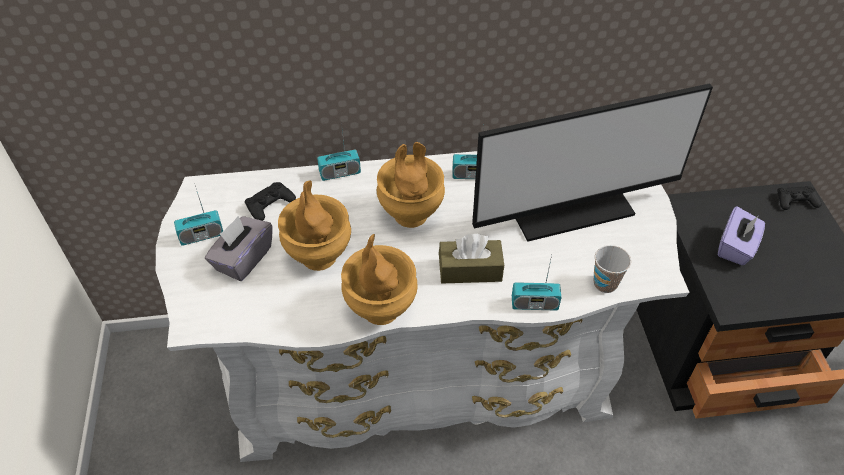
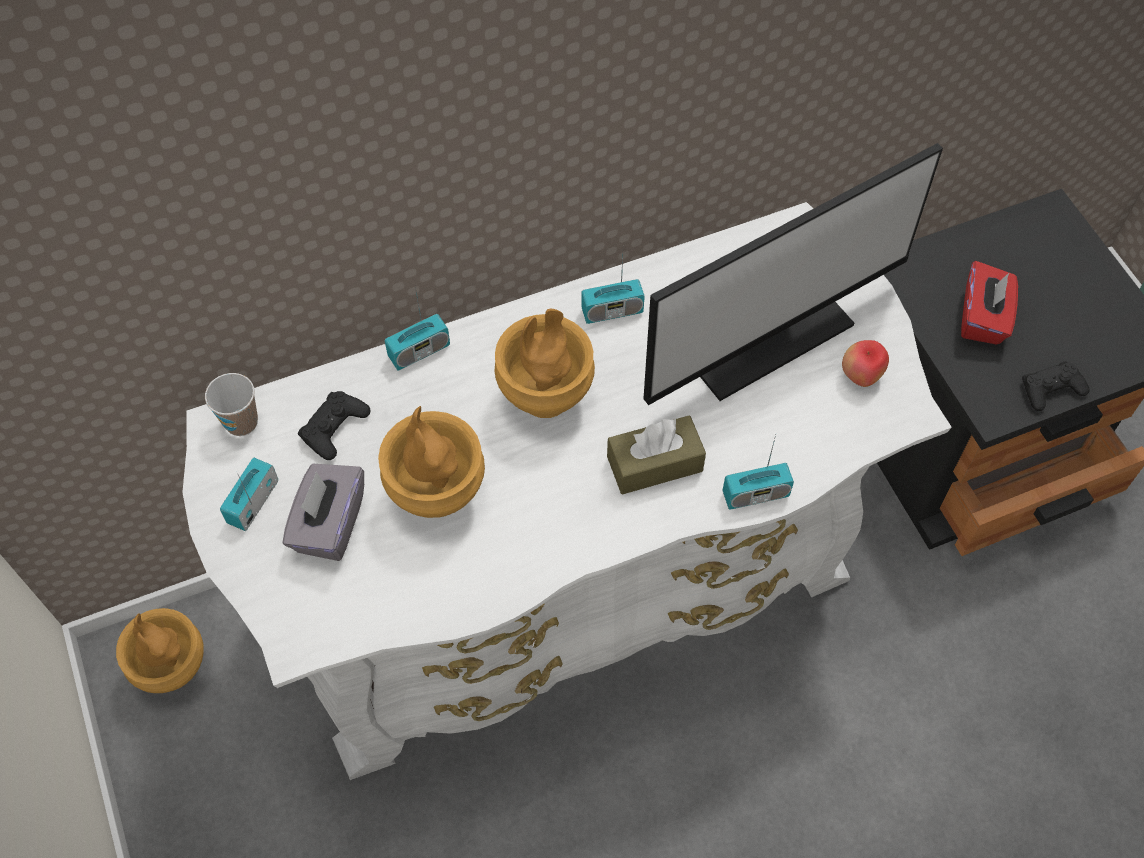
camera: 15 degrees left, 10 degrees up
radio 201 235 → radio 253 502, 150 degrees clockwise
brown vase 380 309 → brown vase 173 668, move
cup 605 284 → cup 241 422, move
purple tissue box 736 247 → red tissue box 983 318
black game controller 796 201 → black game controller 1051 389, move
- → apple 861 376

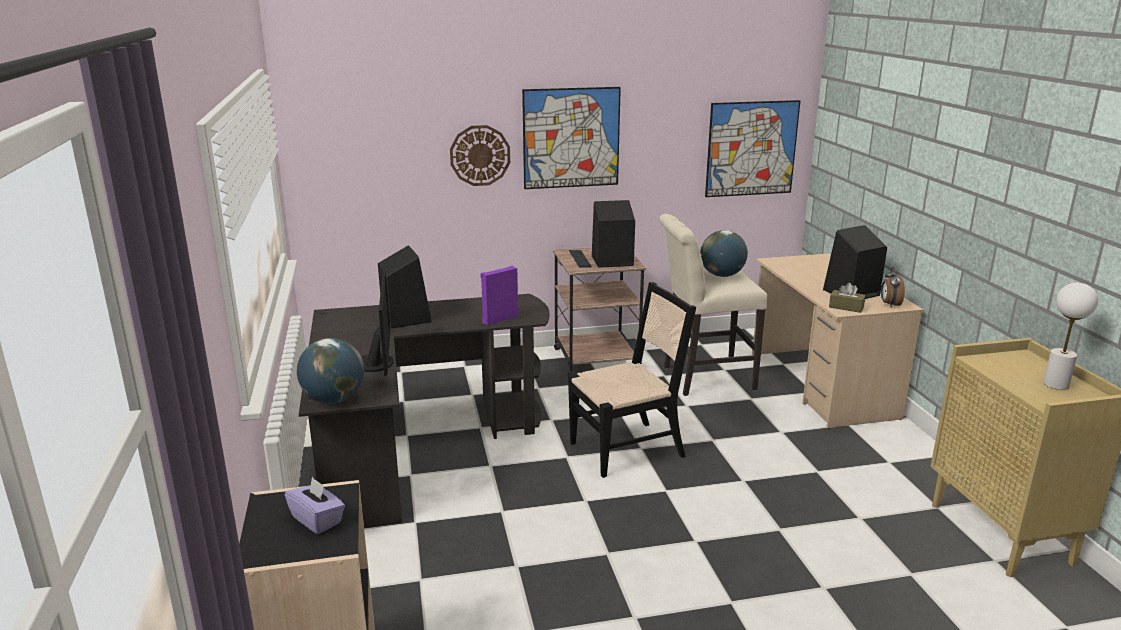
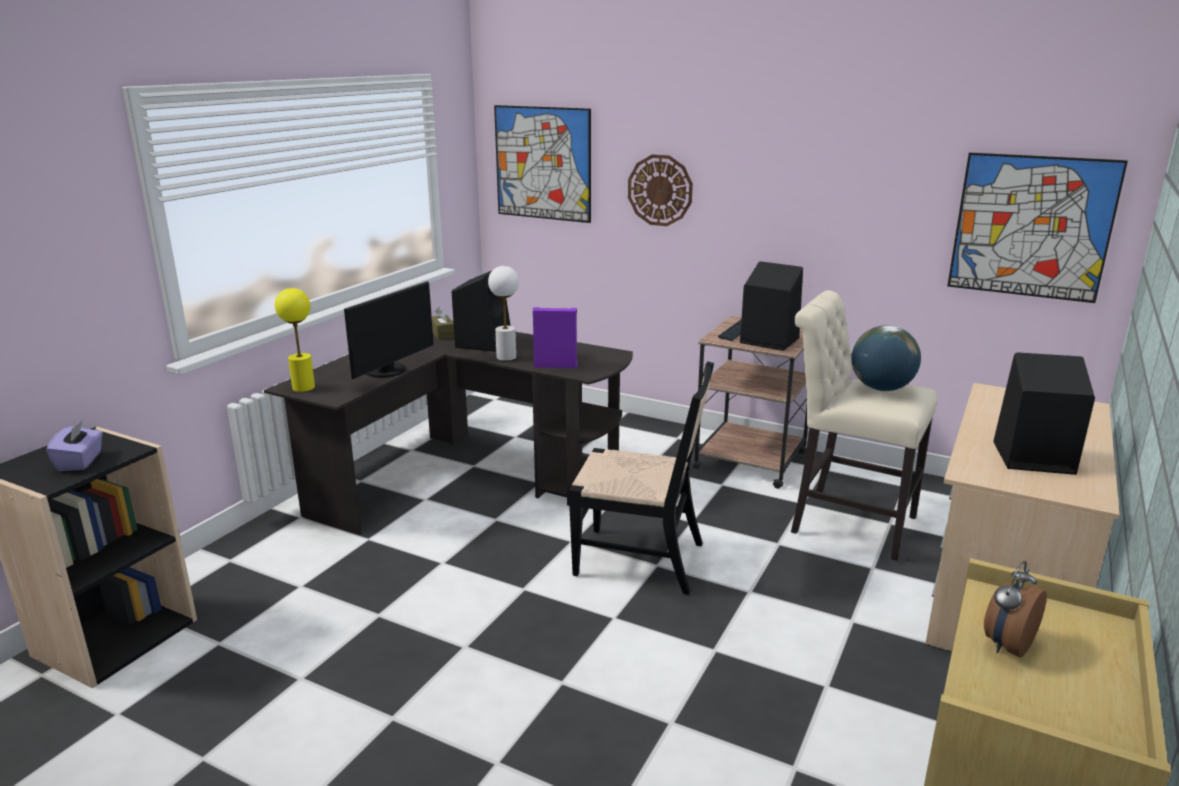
camera: 40 degrees right, 0 degrees up
globe 334 399 → yellow table lamp 303 388
picture 571 138 → picture 542 163, move
brown tissue box 846 307 → brown tissue box 443 333, move
alarm clock 889 304 → alarm clock 1006 645, move
white table lamp 1056 384 → white table lamp 506 357, move

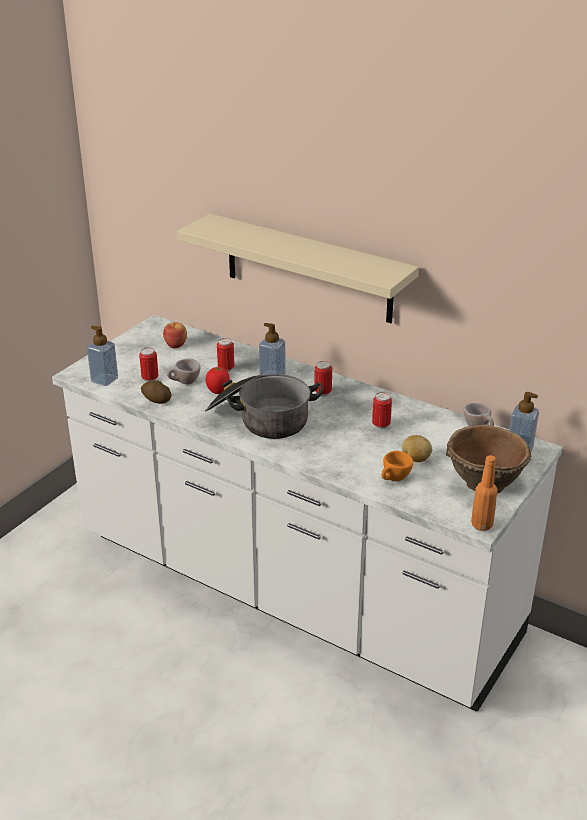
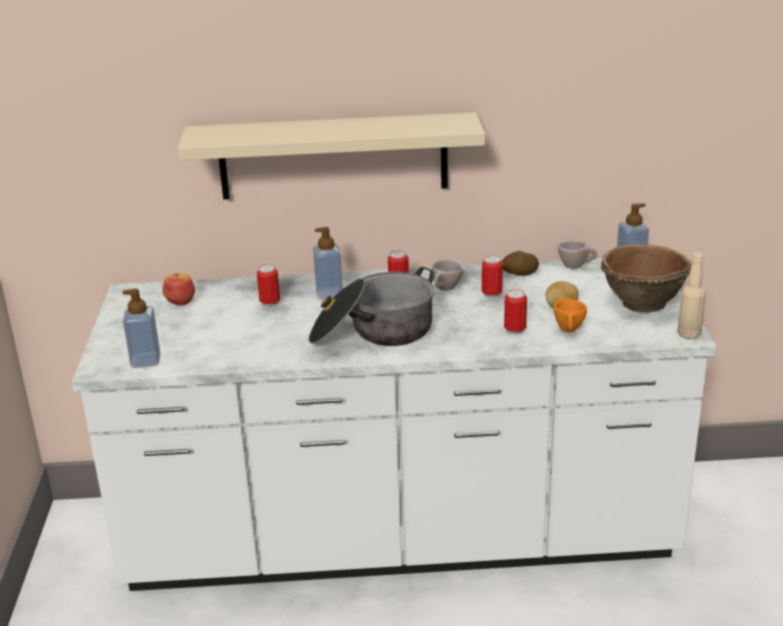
camera: 35 degrees left, 5 degrees down
can 150 378 → can 515 330, move
potato 156 400 → potato 519 274, move
beige cup 184 383 → beige cup 445 290, move
tomato 218 392 → -
orange bottle 481 525 → beige bottle 688 334

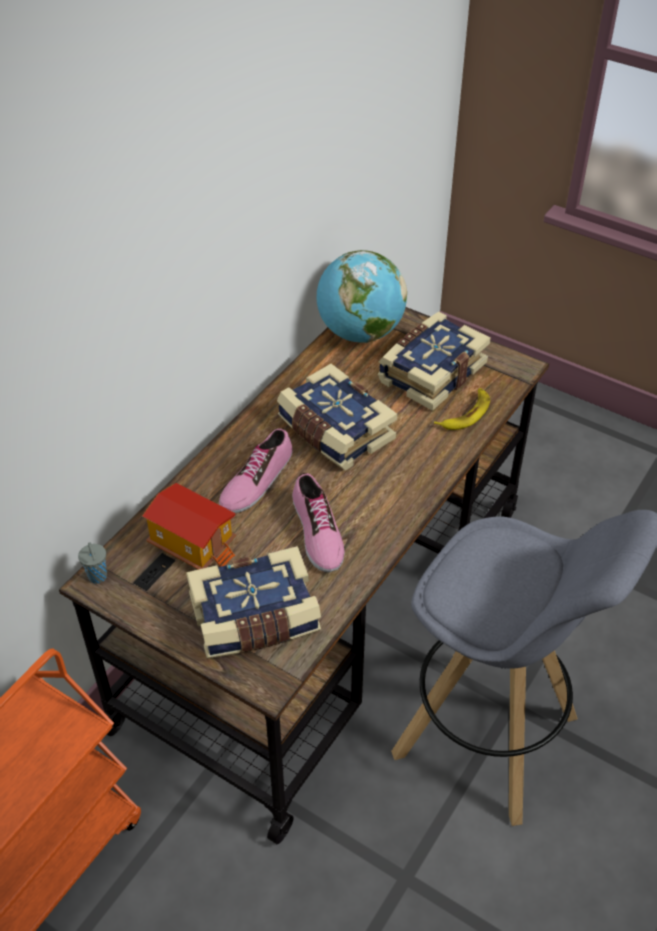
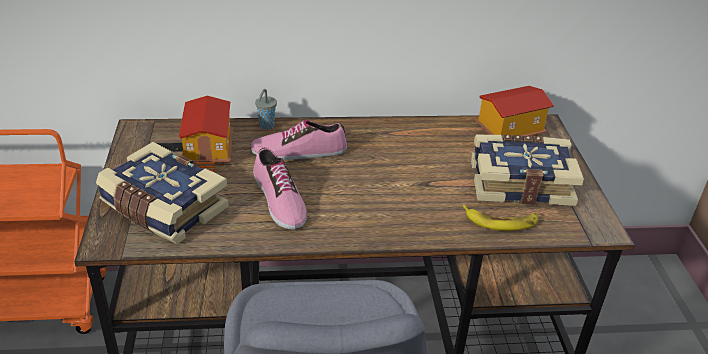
camera: 50 degrees right, 10 degrees down
grey cup 98 577 → grey cup 266 126, move
book 334 432 → -
shoe 316 532 → shoe 278 200, 60 degrees counterclockwise
globe 360 333 → toy house 509 131

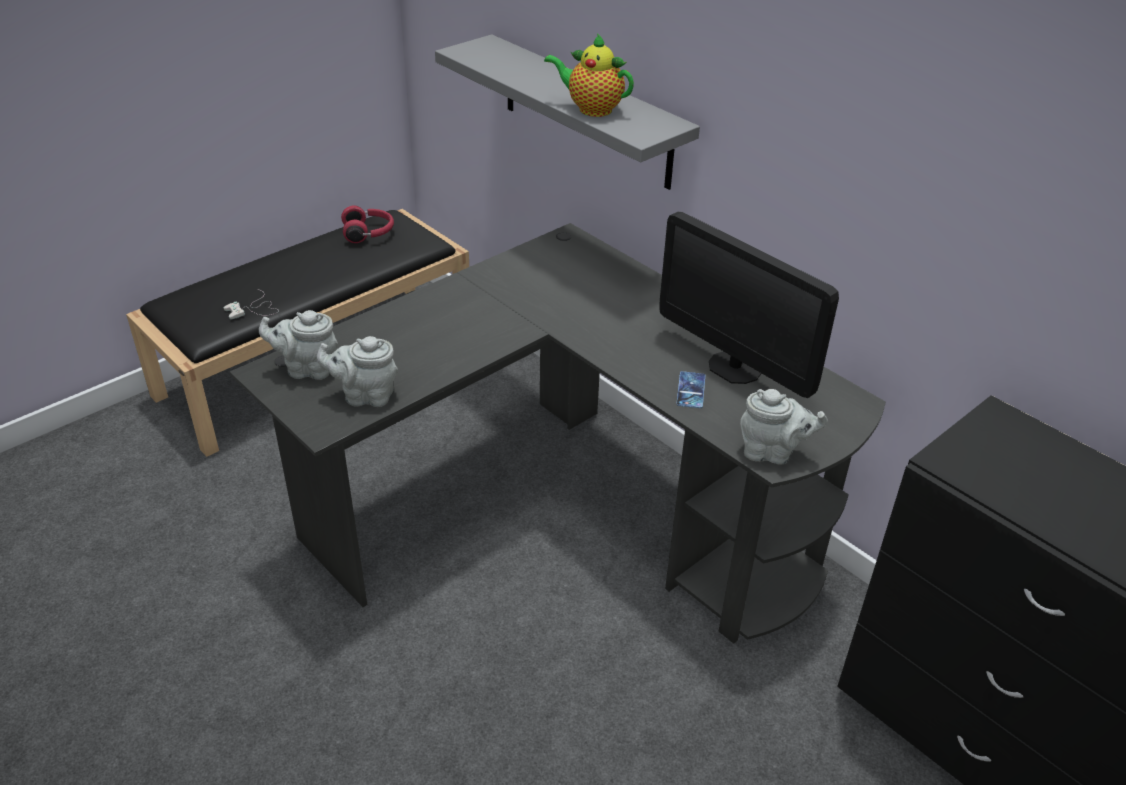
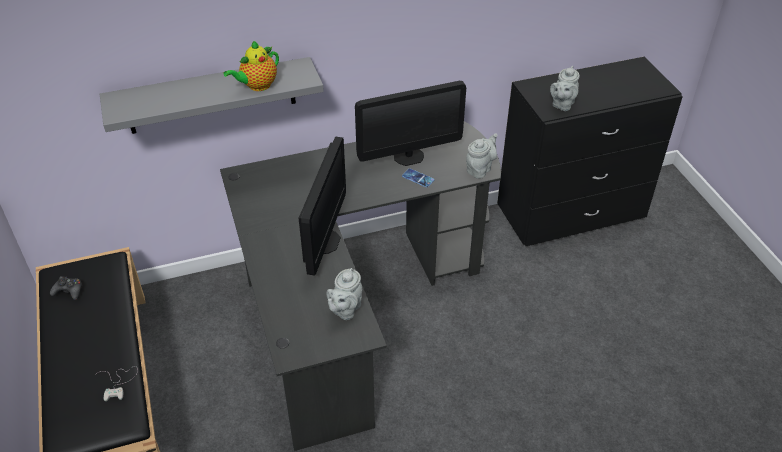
camera: 65 degrees left, 5 degrees up
grey teapot 307 369 → grey teapot 562 104, move
red headphones 369 233 → black game controller 69 291
- → monitor 324 241

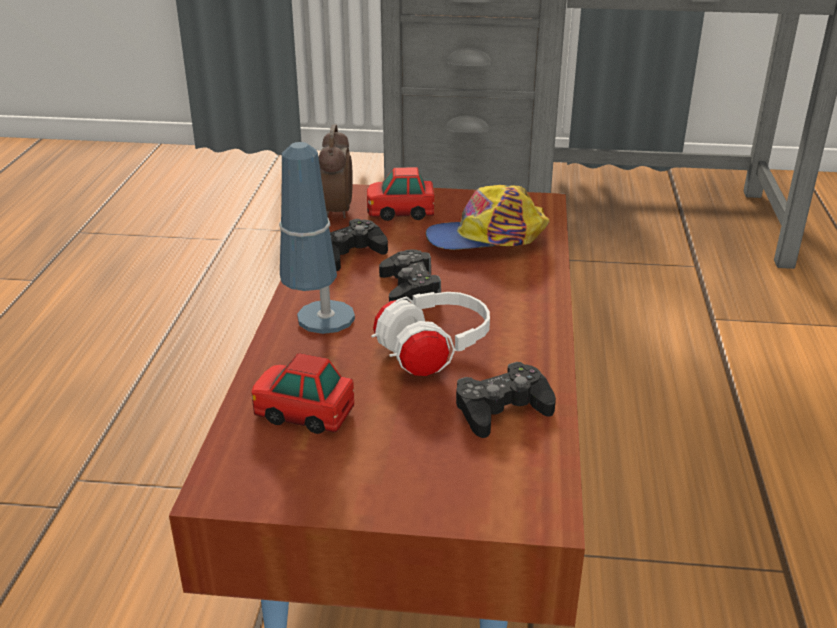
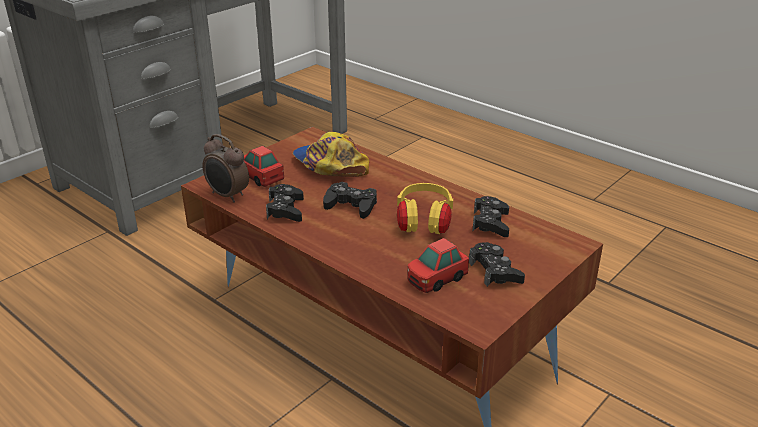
camera: 55 degrees left, 0 degrees up
table lamp 321 341 → -
toy car 400 212 → toy car 261 177, 105 degrees clockwise
white headphones 432 354 → yellow headphones 424 223
cap 487 239 → cap 329 165, 120 degrees clockwise
- → black game controller 495 271

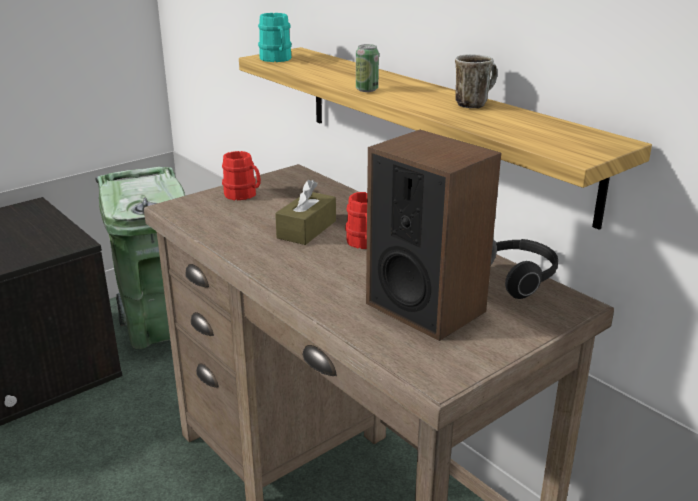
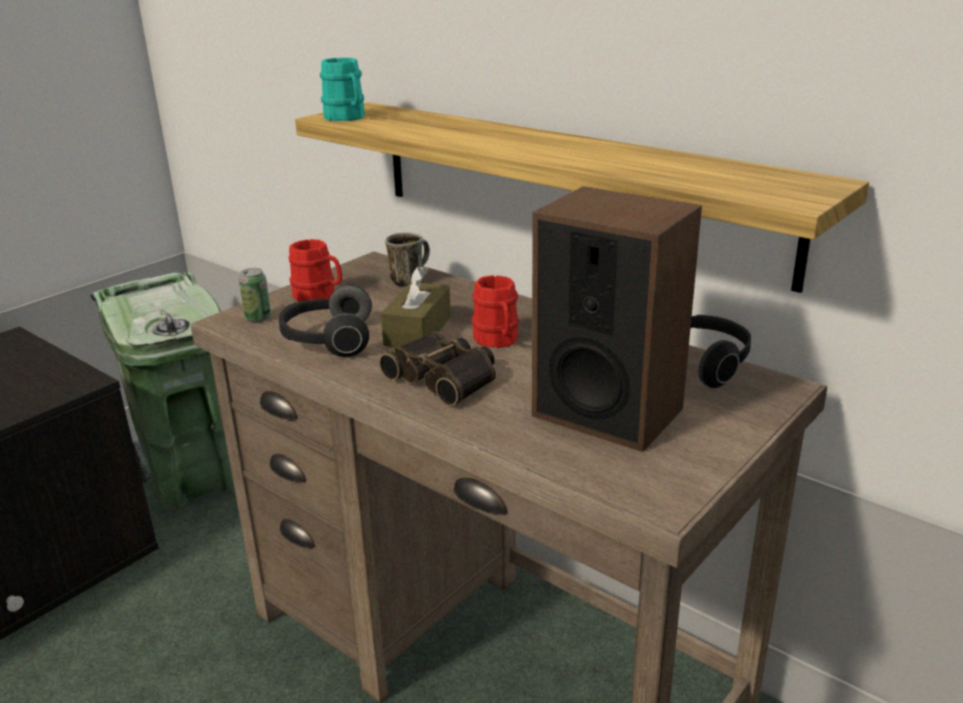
camera: 10 degrees left, 0 degrees up
can 367 89 → can 258 318, move
mug 474 103 → mug 410 280, move
- → headphones 327 340
- → binoculars 446 377

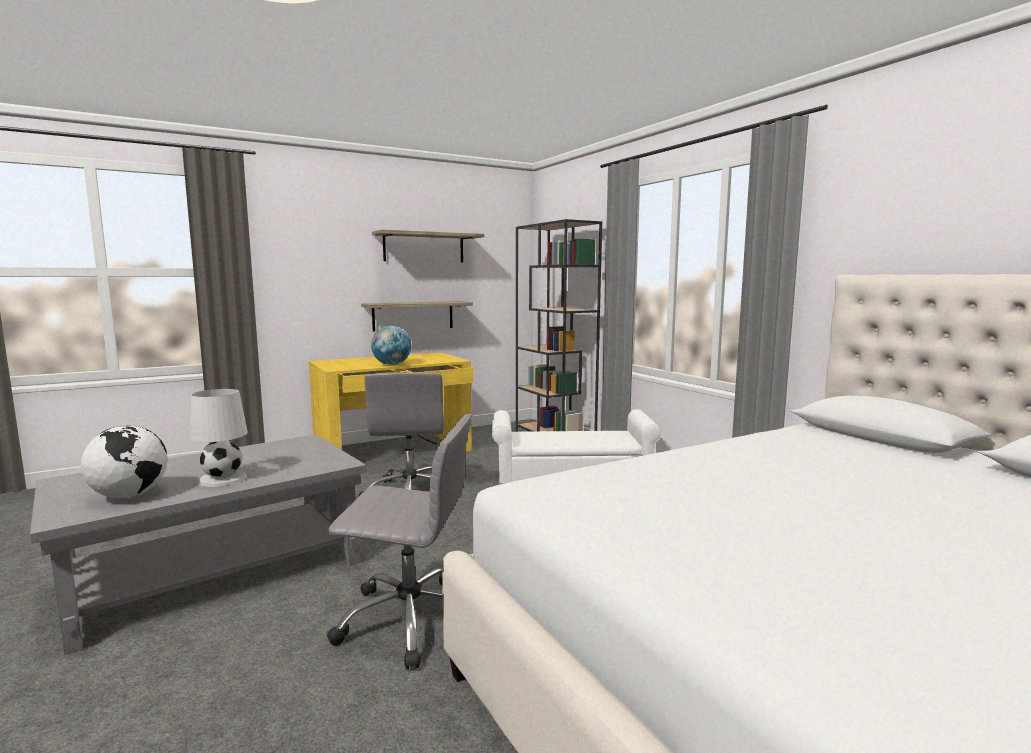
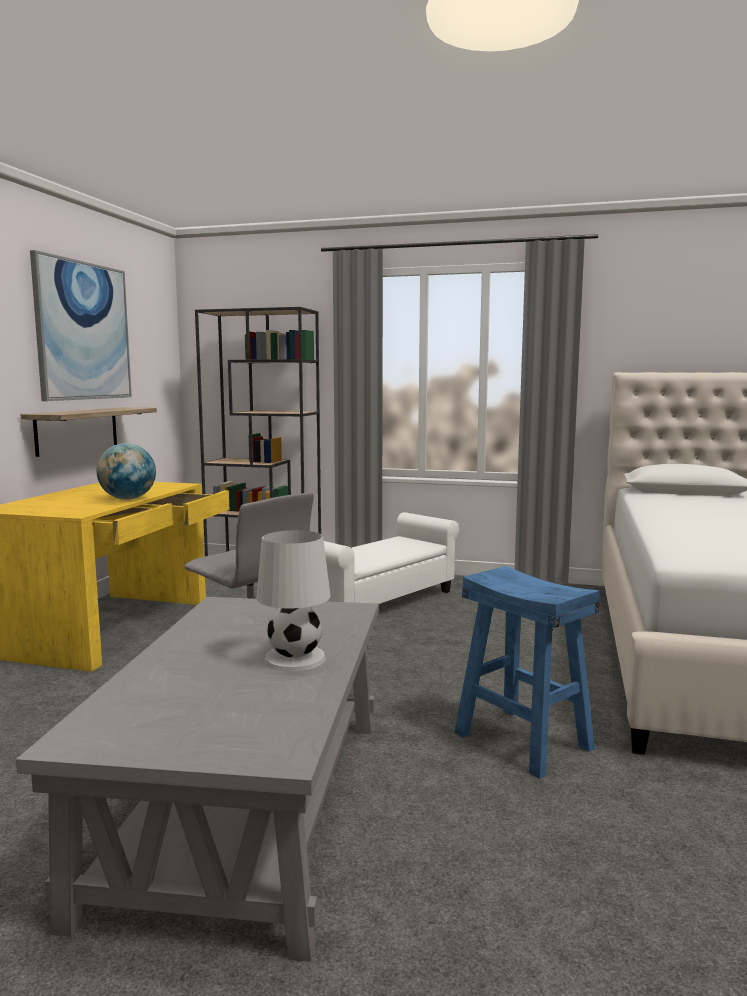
camera: 45 degrees left, 0 degrees up
globe 129 496 → -
grey office chair 411 619 → blue stool 524 740
shelf 424 247 → picture 83 331

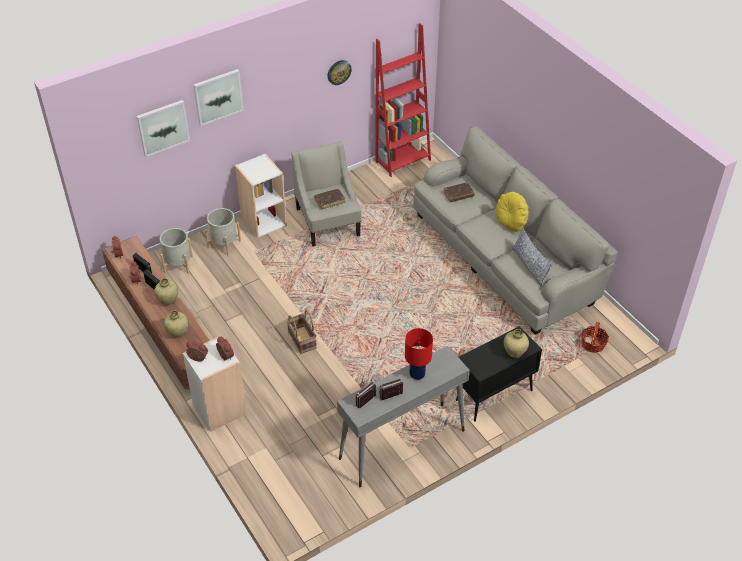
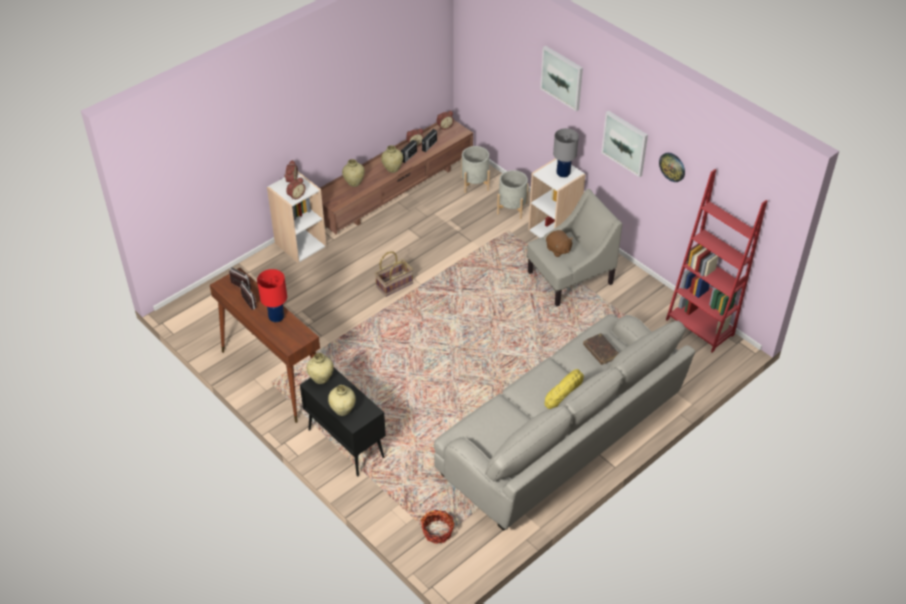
camera: 80 degrees right, 0 degrees up
picture 163 127 → picture 625 143, move
brown book 329 201 → brown plush toy 558 250
grey console table 401 445 → brown console table 273 375
pillow 529 265 → -
- → beige vase 321 379
- → grey table lamp 563 174

